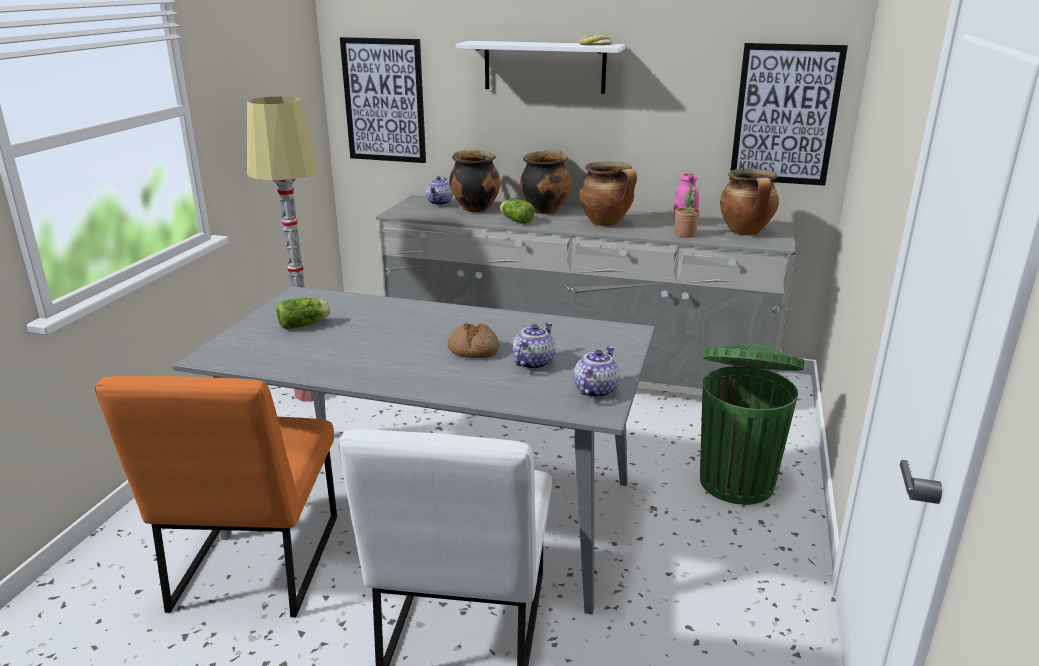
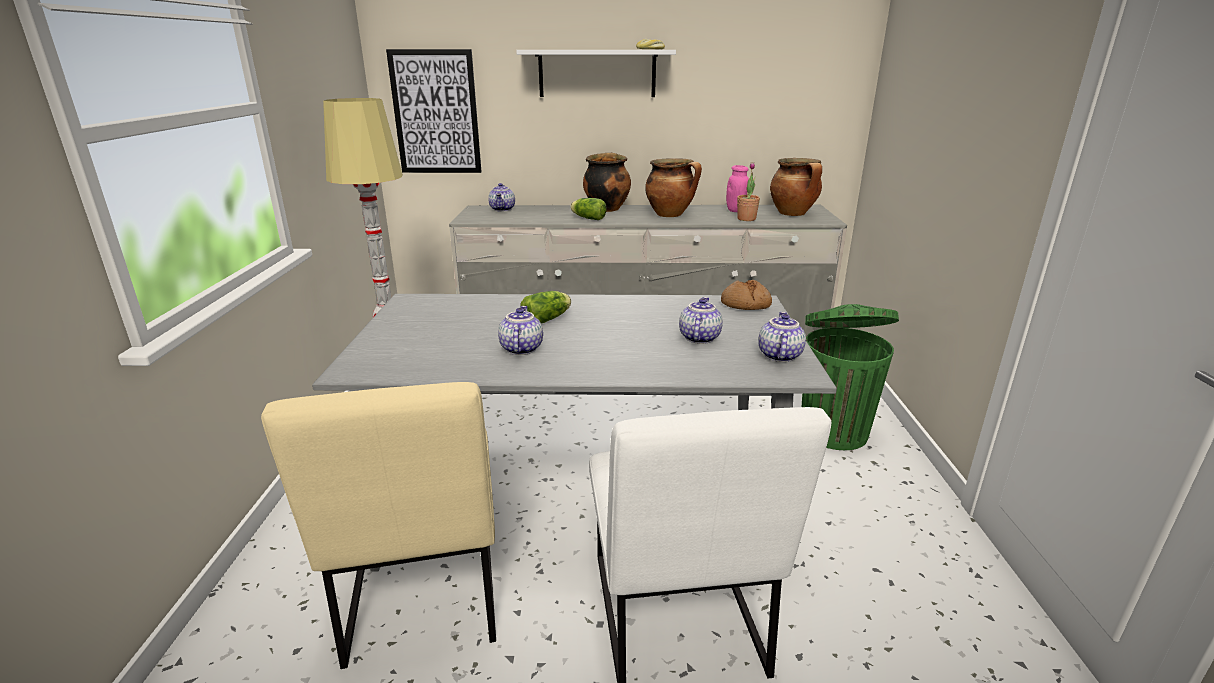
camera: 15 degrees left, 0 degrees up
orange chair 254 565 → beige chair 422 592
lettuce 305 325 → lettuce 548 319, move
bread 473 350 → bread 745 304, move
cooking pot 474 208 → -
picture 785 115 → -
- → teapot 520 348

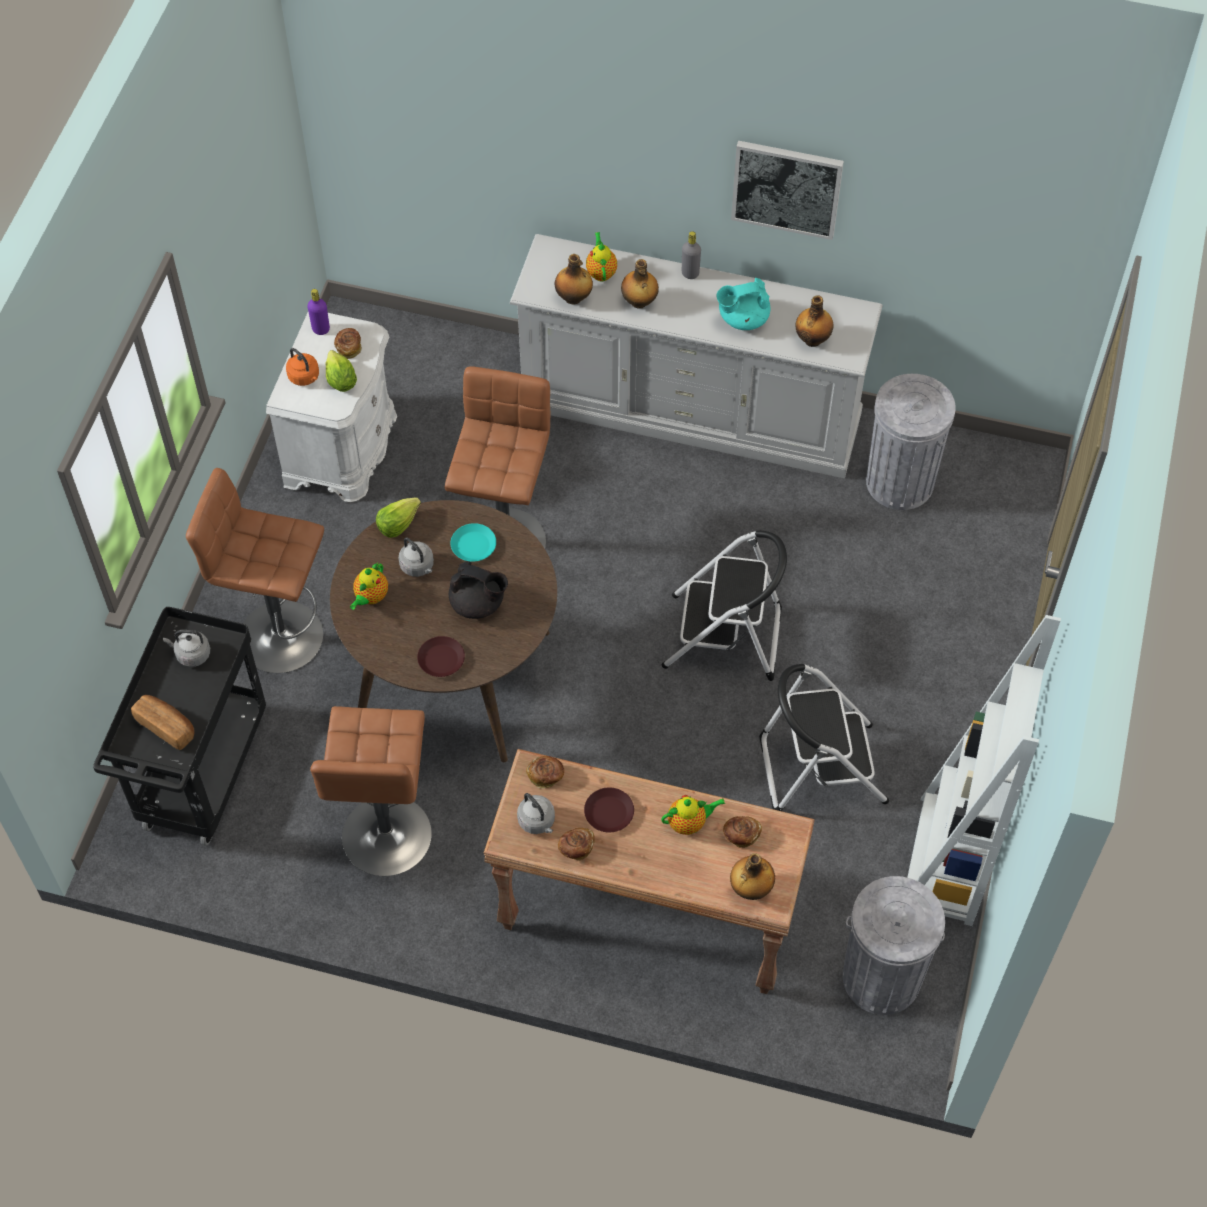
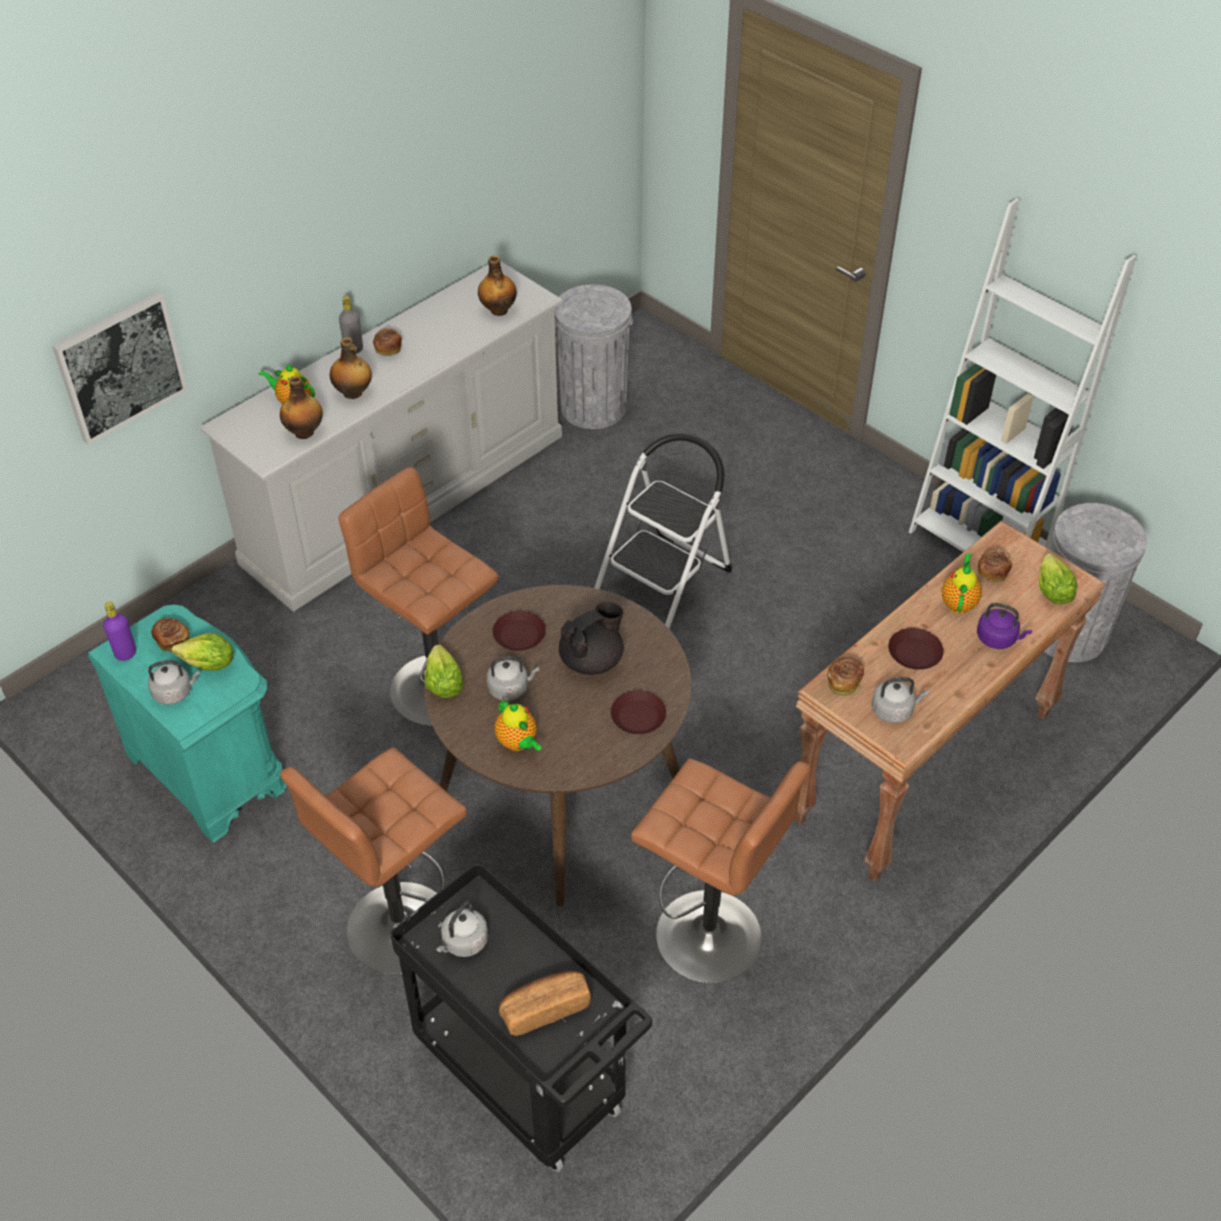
camera: 60 degrees left, 10 degrees down
white nightstand 345 447 → turquoise nightstand 211 768
orange kettle 305 377 → grey kettle 175 692
turquoise plate 473 546 → brown plate 519 635
bread 576 848 → bread 388 349, move
turquoise teapot 742 319 → -
bottle 750 888 → lettuce 1052 590
picture 786 188 → picture 120 366, move
step ladder 818 769 → -
- → purple kettle 998 639

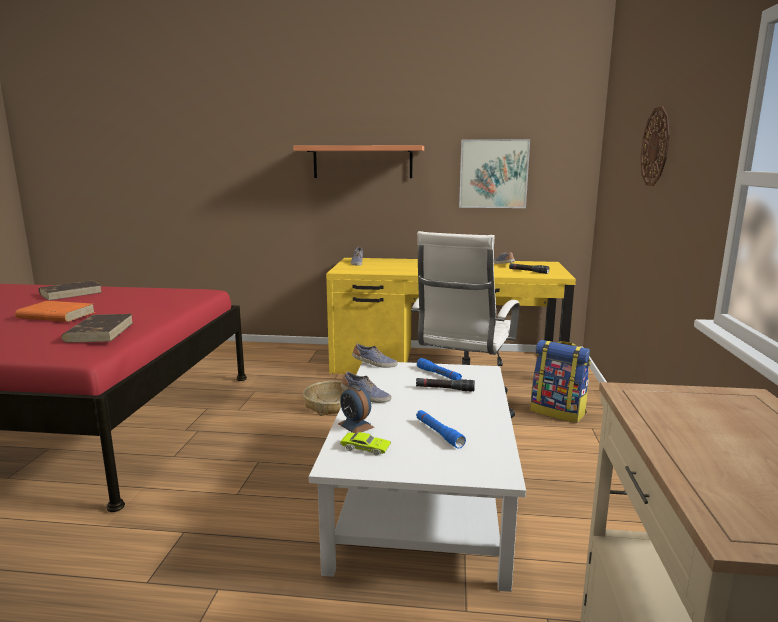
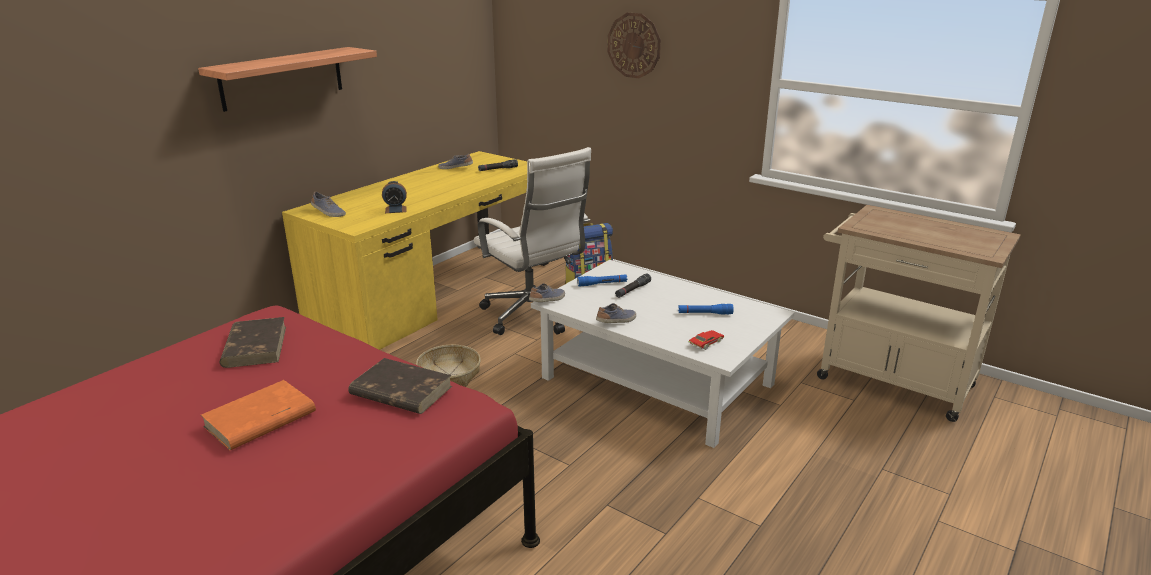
camera: 60 degrees left, 10 degrees up
brown book 71 293 → brown book 255 346, move
alarm clock 356 425 → alarm clock 395 210, move
green toy car 365 448 → red toy car 706 343
picture 493 174 → -

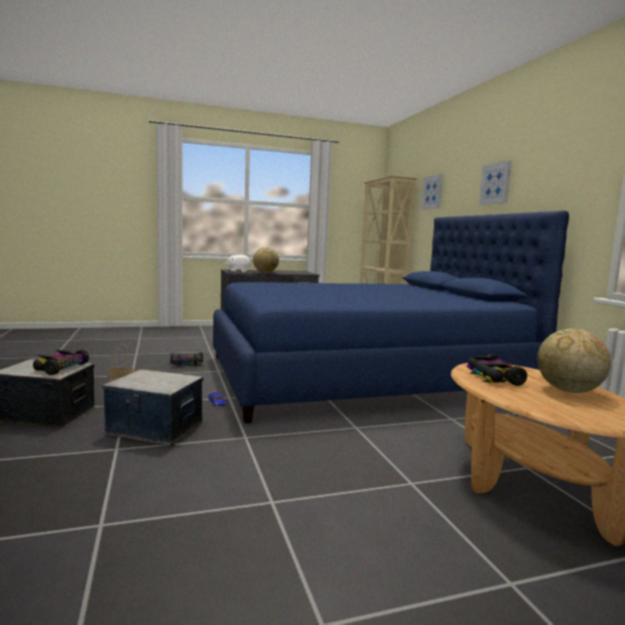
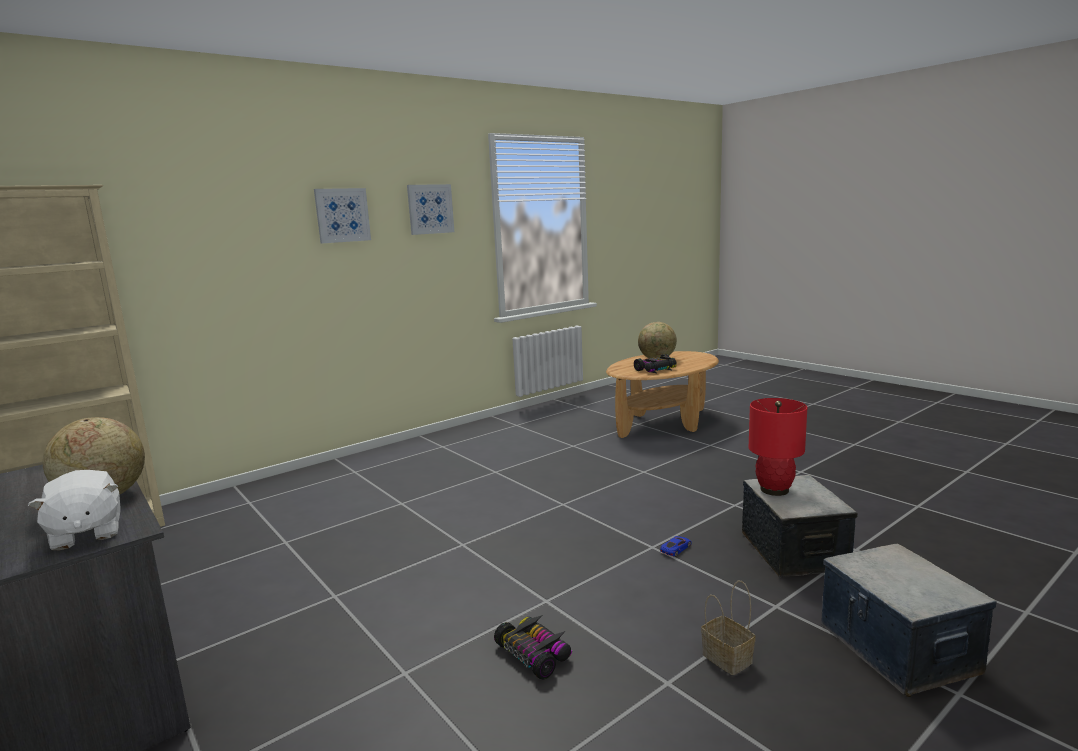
camera: 110 degrees left, 5 degrees up
toy car 60 368 → -
blue bed 364 376 → -
picture 432 192 → picture 430 209, move
- → red table lamp 774 490

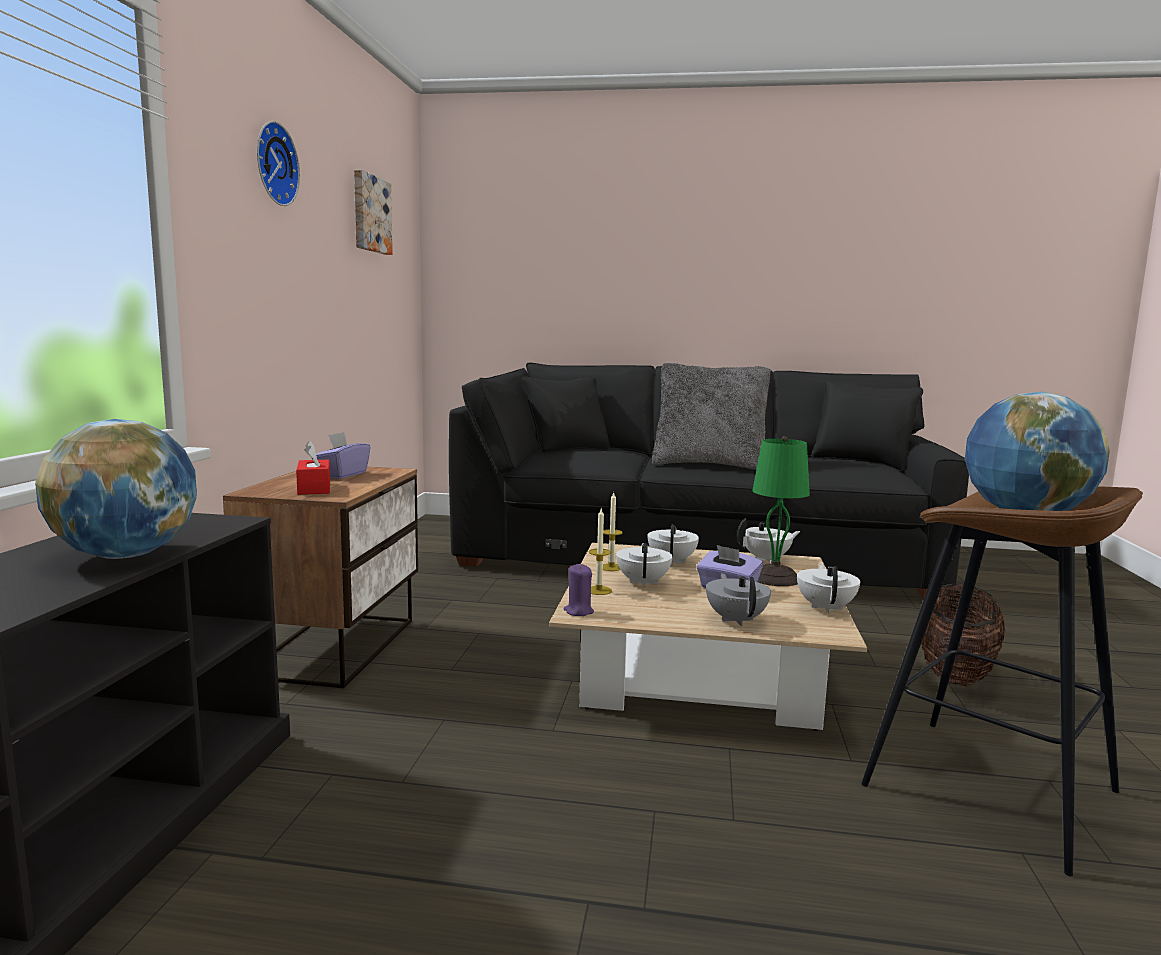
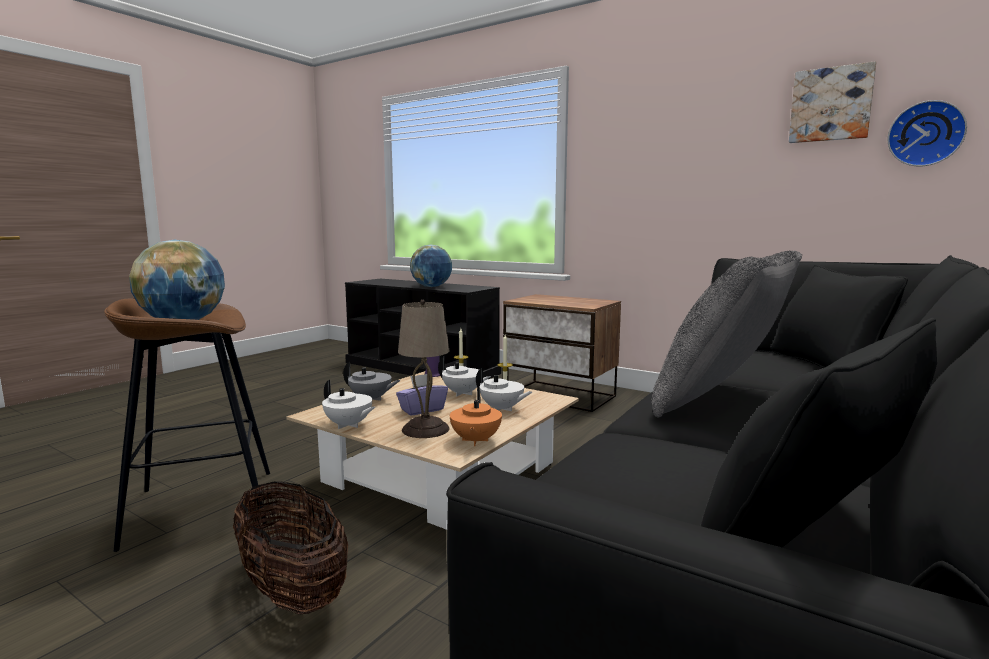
camera: 115 degrees right, 0 degrees up
wall clock 272 164 → wall clock 925 134, move
red tissue box 314 488 → -
purple tissue box 341 474 → -
white teapot 766 559 → orange teapot 475 441
green table lamp 775 578 → beige table lamp 424 429

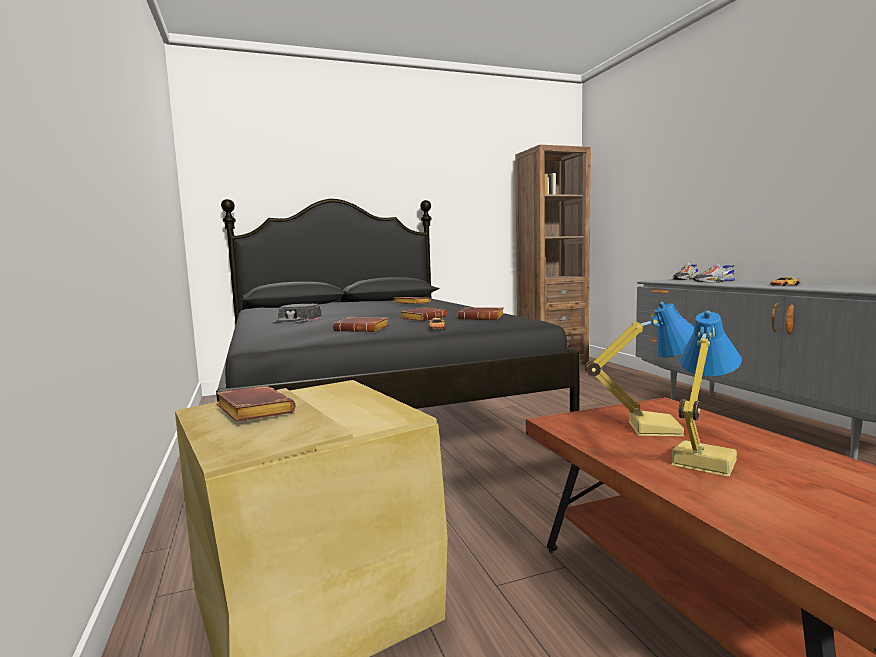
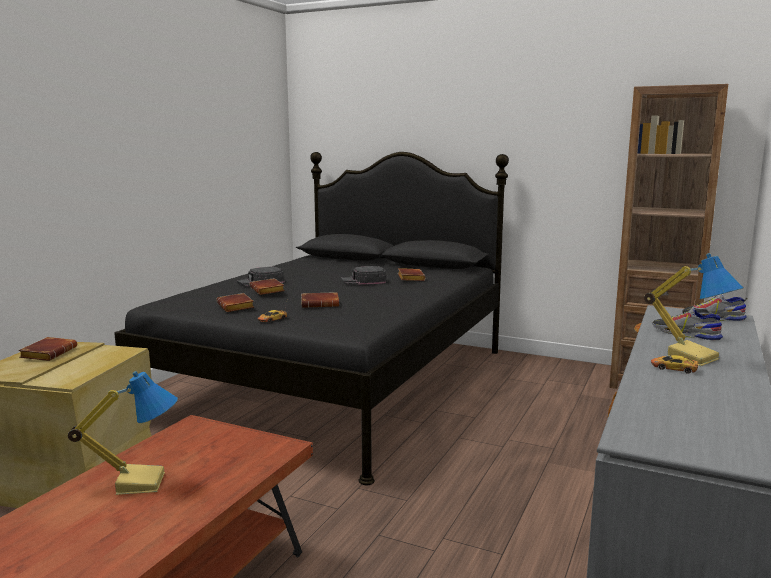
camera: 45 degrees right, 5 degrees up
brown book 482 318 → brown book 268 290, move
table lamp 653 427 → table lamp 693 357, move
- → black cap 363 281

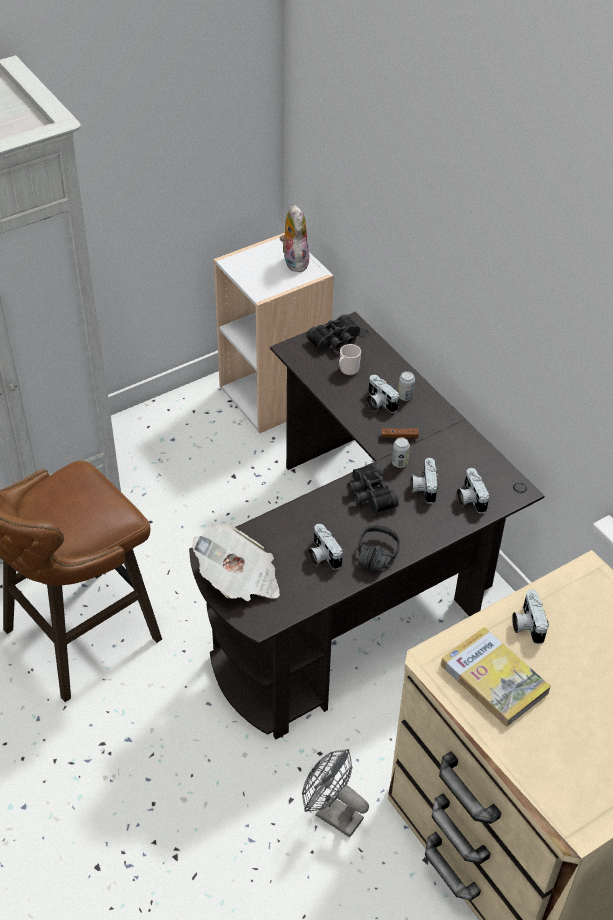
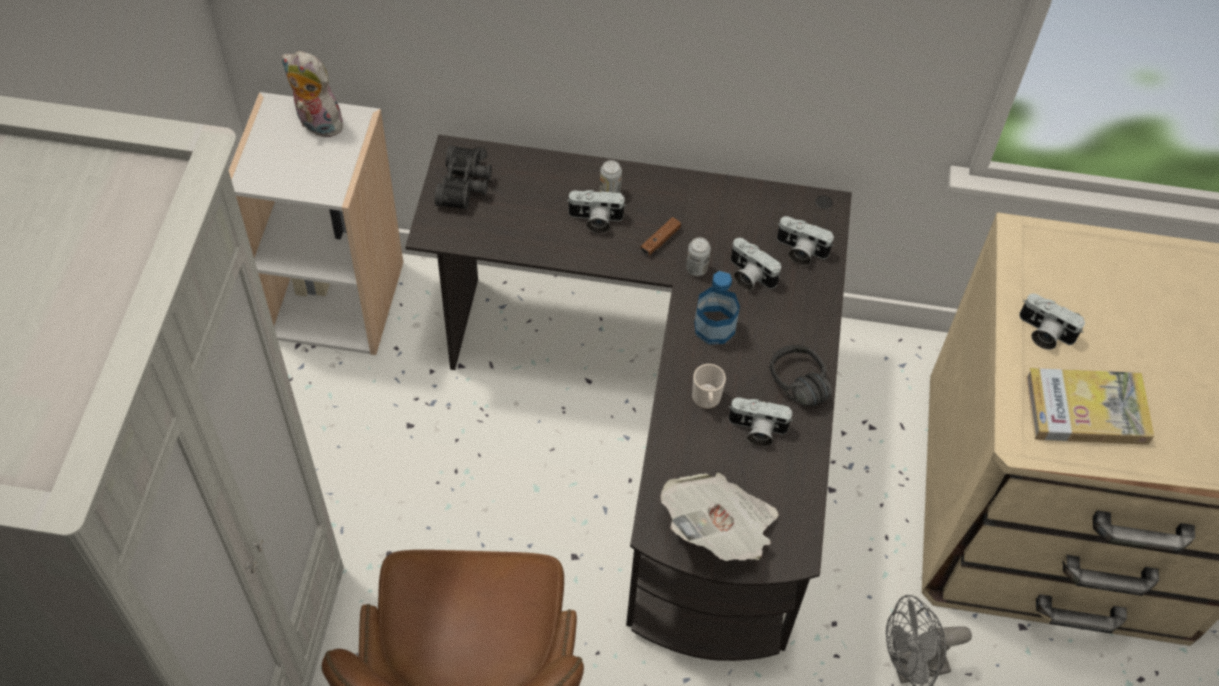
camera: 50 degrees left, 10 degrees up
mug 347 370 → mug 706 400, move
black binoculars 369 495 → bottle 714 327

